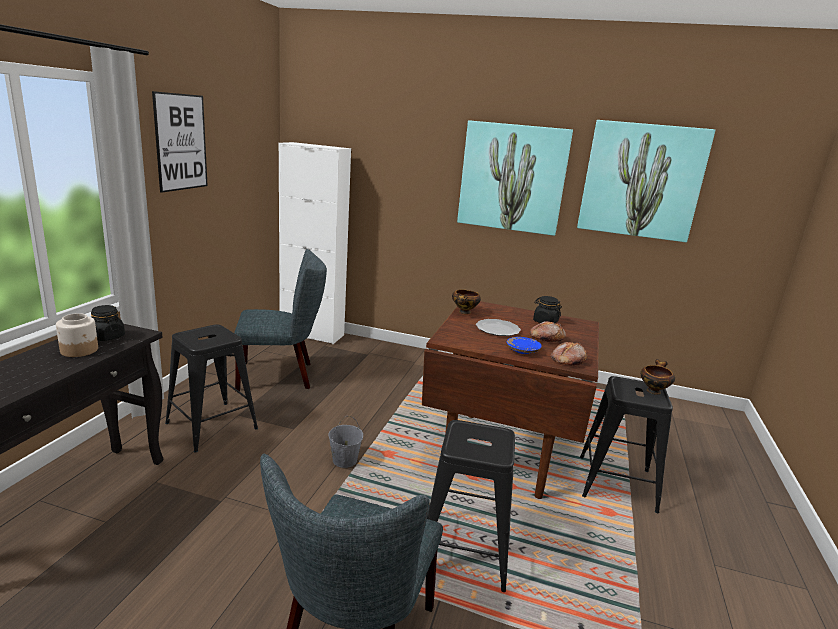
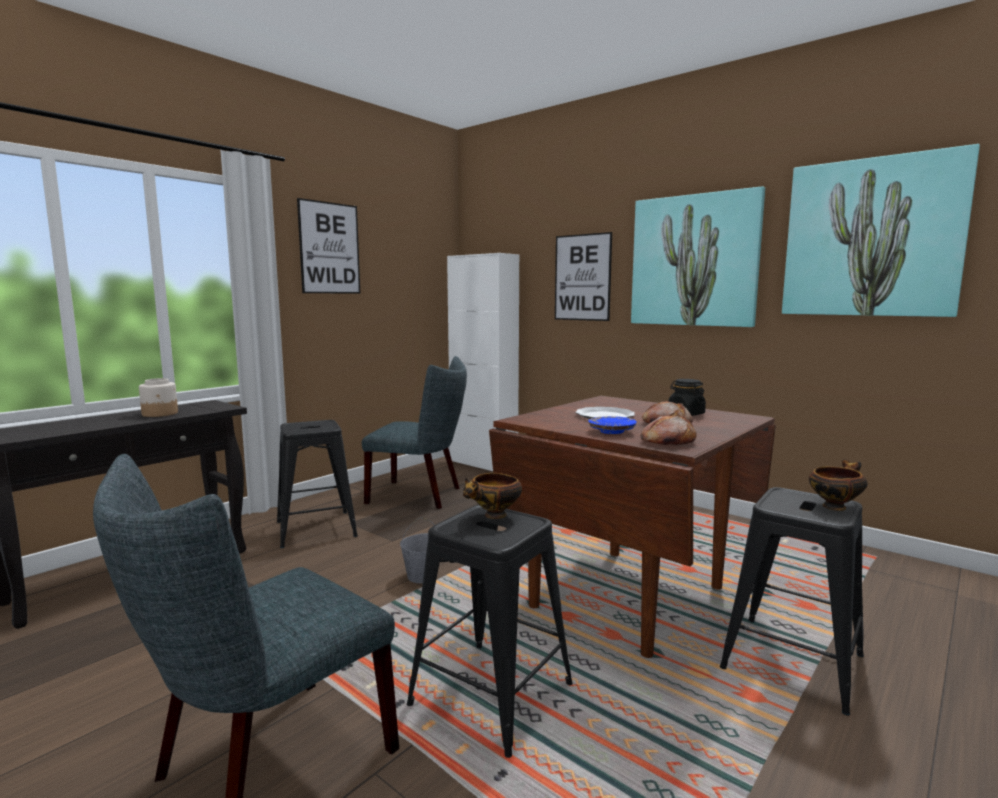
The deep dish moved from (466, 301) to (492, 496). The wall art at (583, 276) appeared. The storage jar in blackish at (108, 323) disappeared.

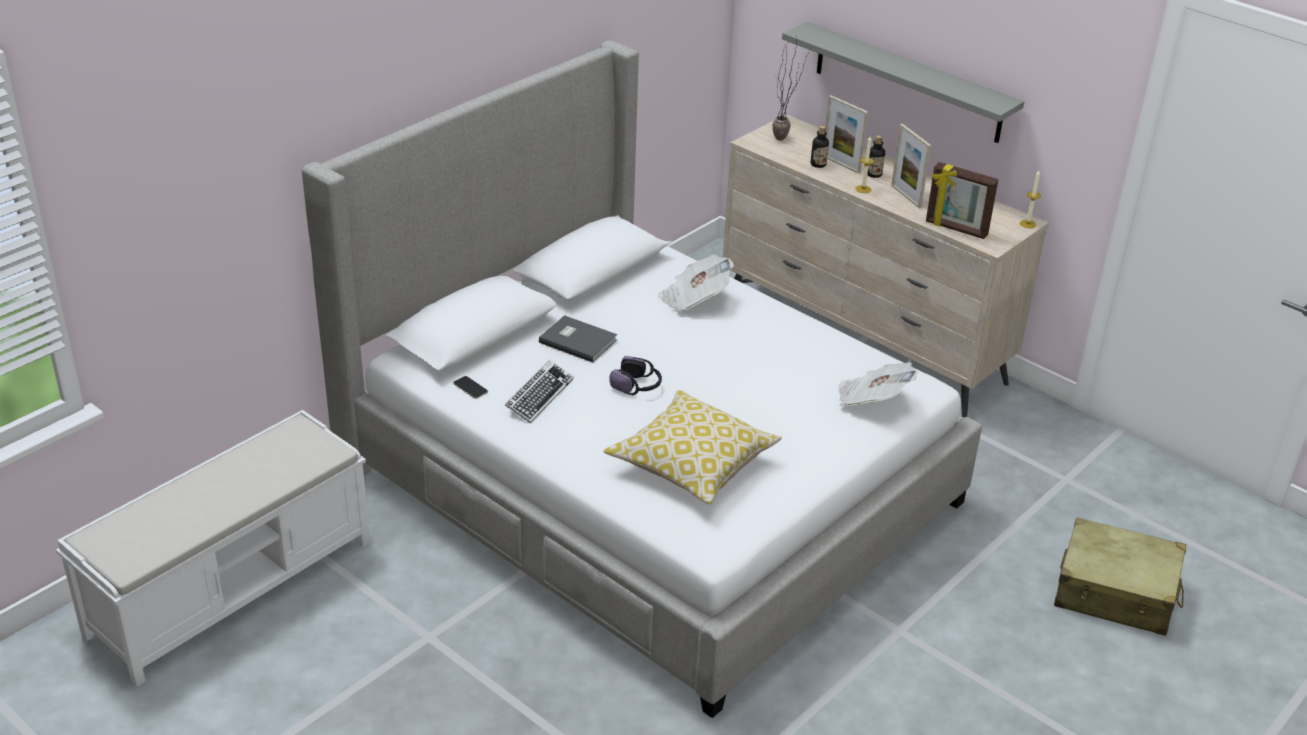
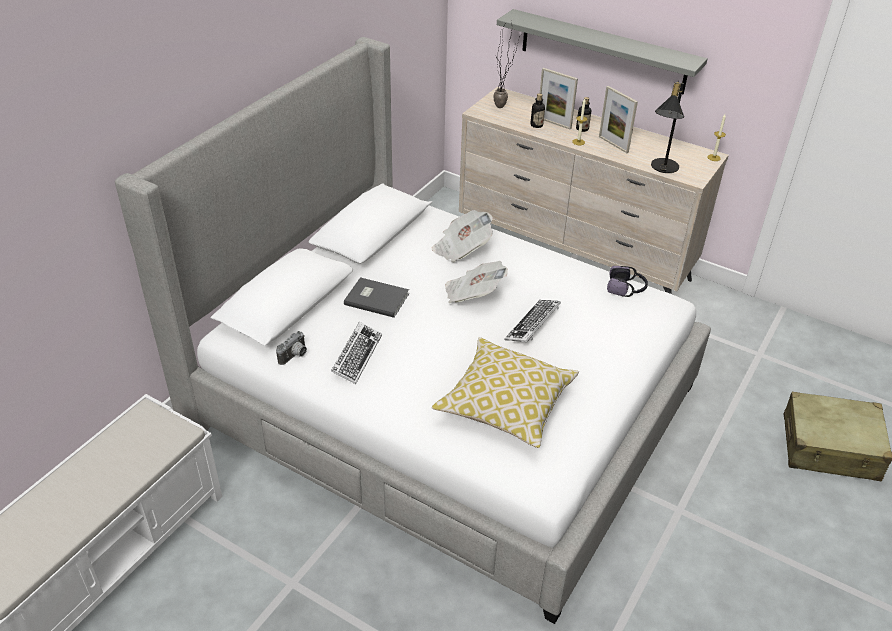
The phone at (470, 387) was replaced by the still camera at (291, 348). The newspaper moved from (877, 384) to (476, 282). The keyboard at (533, 321) appeared. The headset moved from (635, 375) to (627, 281). The photo frame at (962, 200) was replaced by the lamp for a table in blackish at (667, 127).

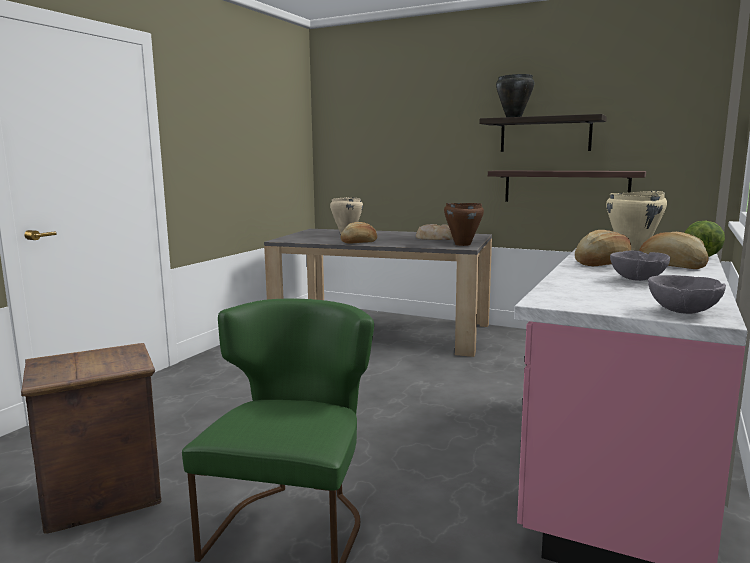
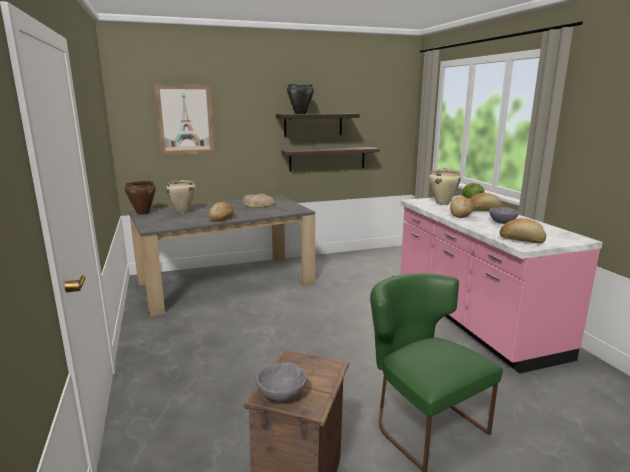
The stockpot in brown-coloured moved from (464, 224) to (140, 198). The wall art at (184, 120) appeared. The deep dish in gray moved from (687, 294) to (281, 382). The bread at (523, 230) appeared.

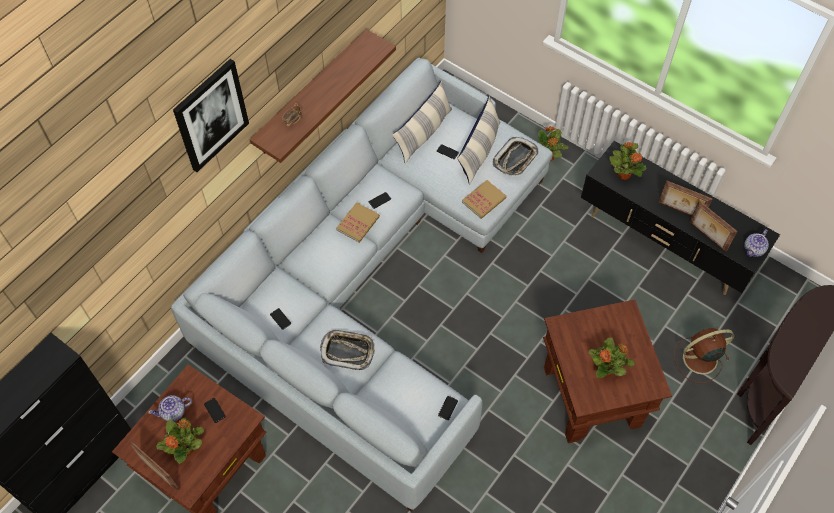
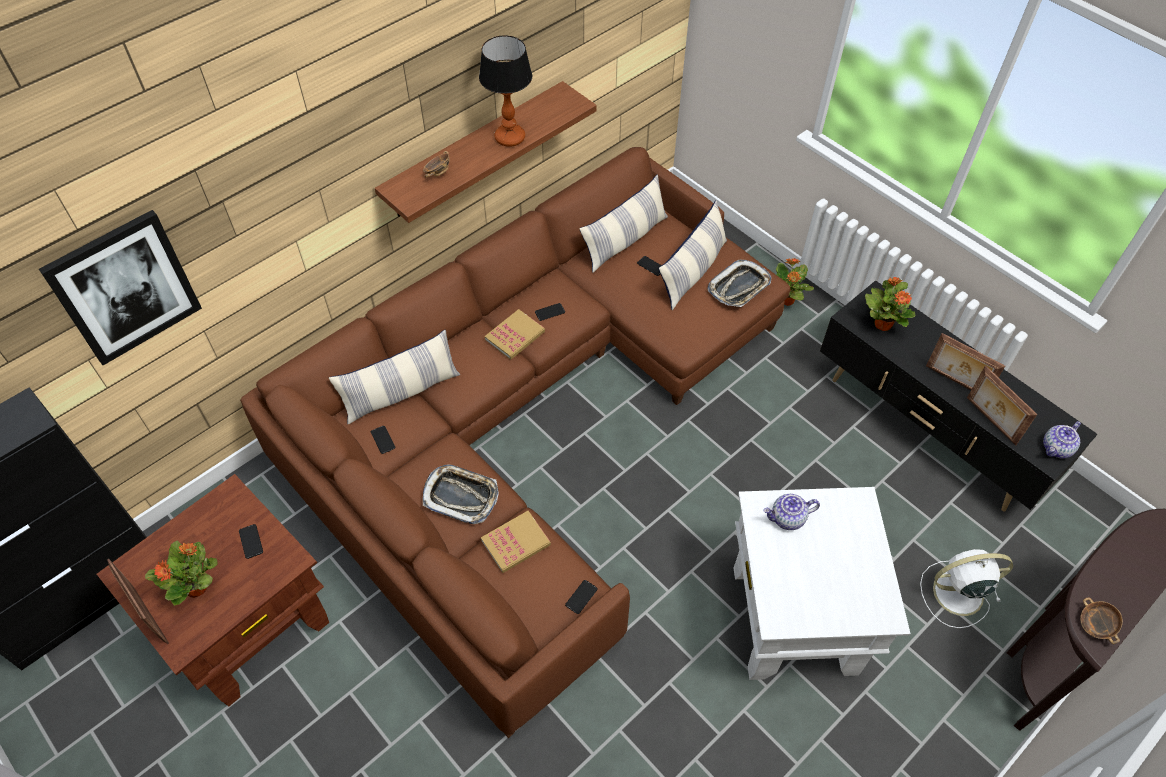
The wall art moved from (211, 115) to (120, 287). The settee in gray at (362, 285) became the settee in brown-coloured at (515, 442). The pillow at (394, 377) appeared. The lamp for a table at (505, 91) appeared. The bound book moved from (484, 199) to (516, 542). The accent table in brown-coloured at (607, 371) became the accent table in white at (822, 583). The teapot moved from (170, 408) to (791, 512). The fan in brown-coloured at (704, 355) became the fan in white at (966, 588). The deep dish at (1101, 620) appeared. The potted plant at (611, 357) disappeared.

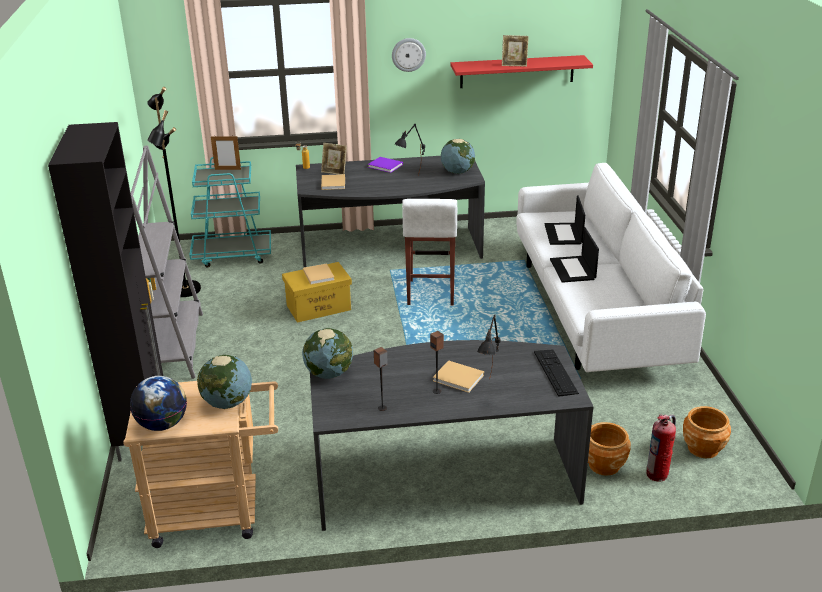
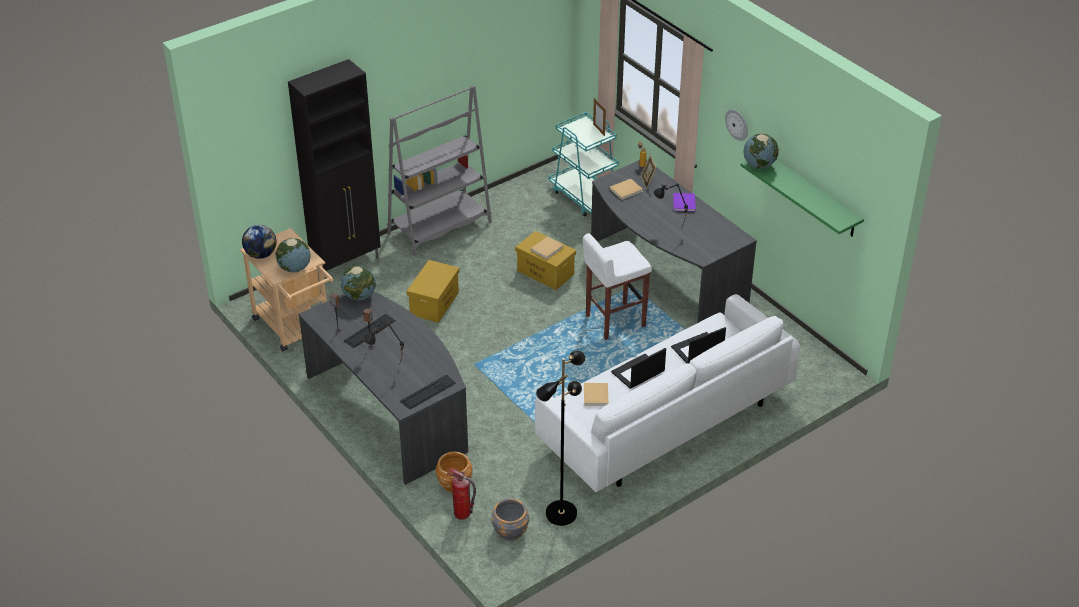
The keyboard at (369, 331) appeared. The storage container in yellow-coloured at (433, 291) appeared. The flower pot in brown-coloured at (707, 432) became the flower pot in gray at (510, 519). The floor lamp in blackish moved from (174, 192) to (560, 438). The bound book in beige-coloured moved from (458, 376) to (596, 394). The wall shelf in red at (521, 71) became the wall shelf in green-coloured at (802, 198). The globe moved from (458, 156) to (761, 151). The photo frame at (515, 51) disappeared.

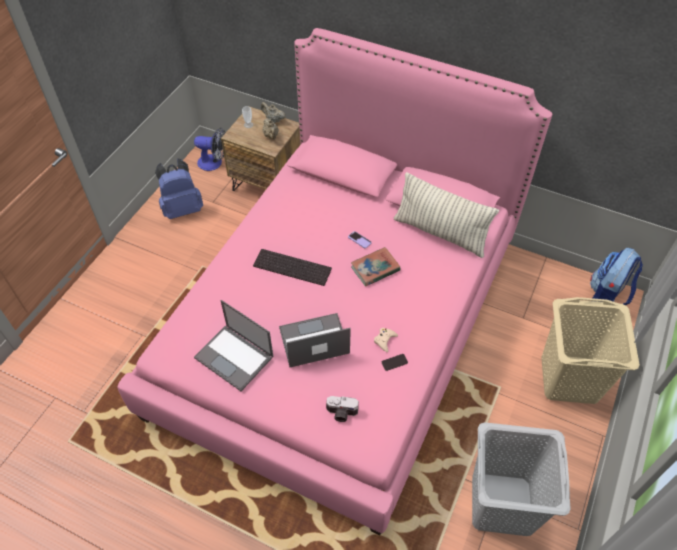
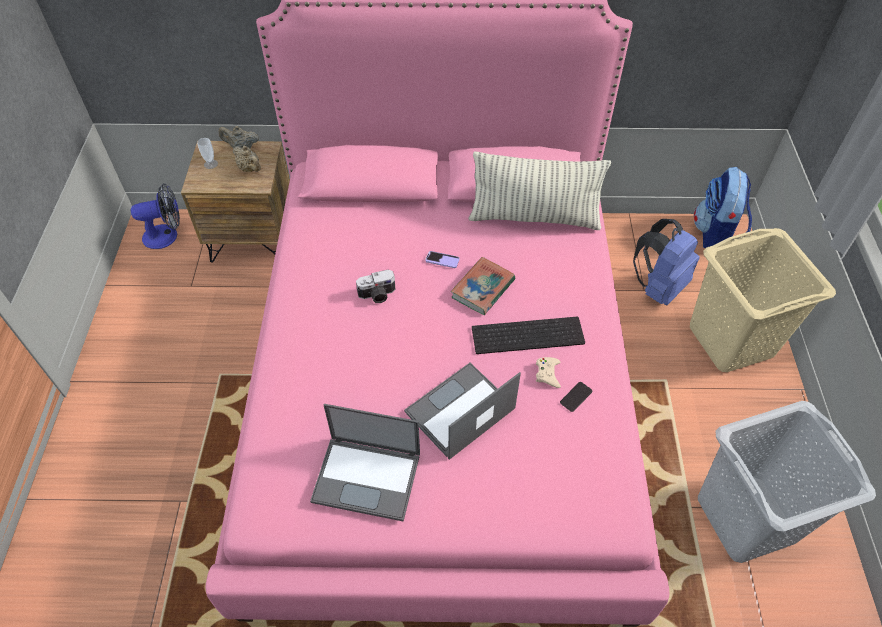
The still camera moved from (342, 409) to (375, 286). The keyboard moved from (292, 267) to (528, 335). The backpack in blue-coloured moved from (179, 188) to (666, 262).

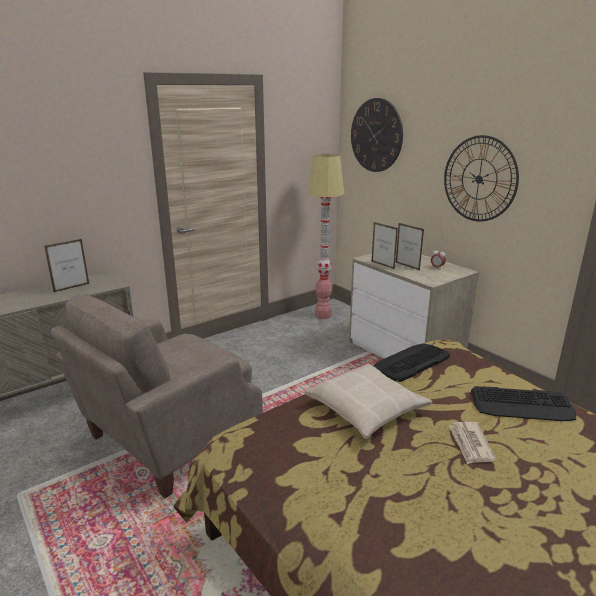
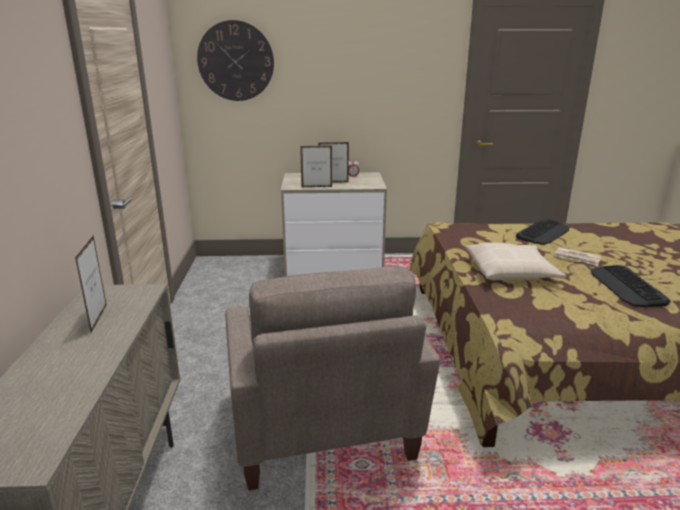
The keyboard moved from (411, 362) to (630, 286). The floor lamp at (326, 236) disappeared. The wall clock at (481, 178) disappeared.

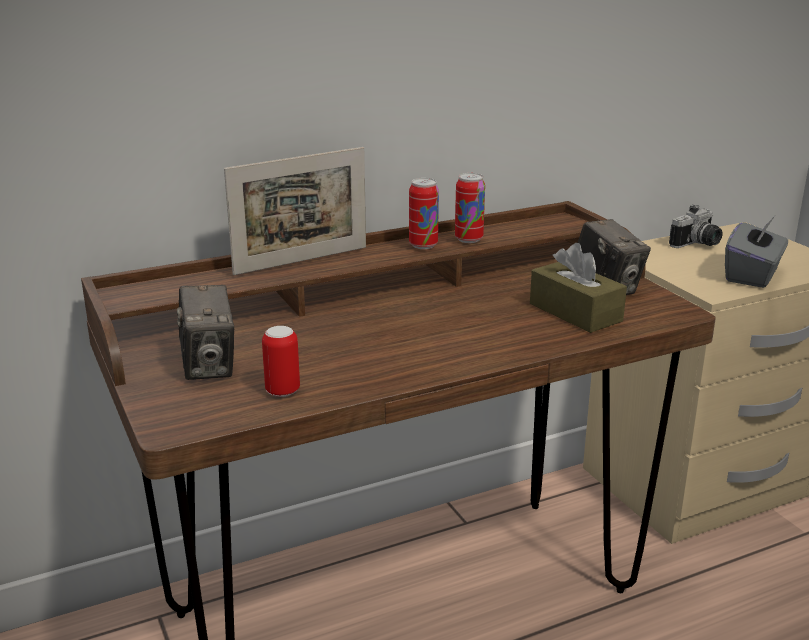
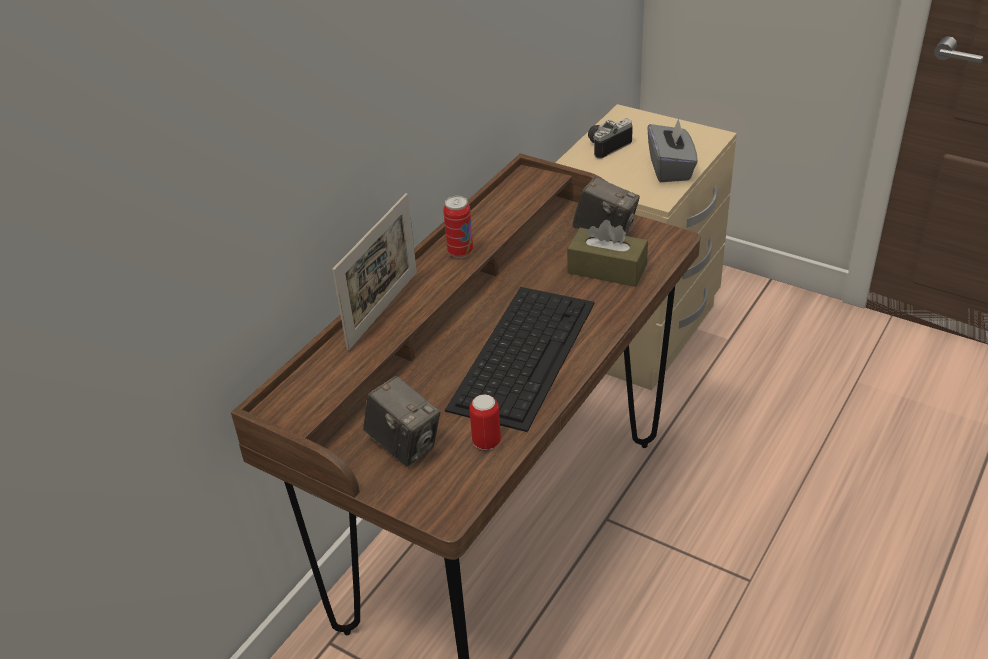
The keyboard at (520, 359) appeared. The still camera at (696, 226) turned 150 degrees counterclockwise. The metal can at (470, 208) disappeared.

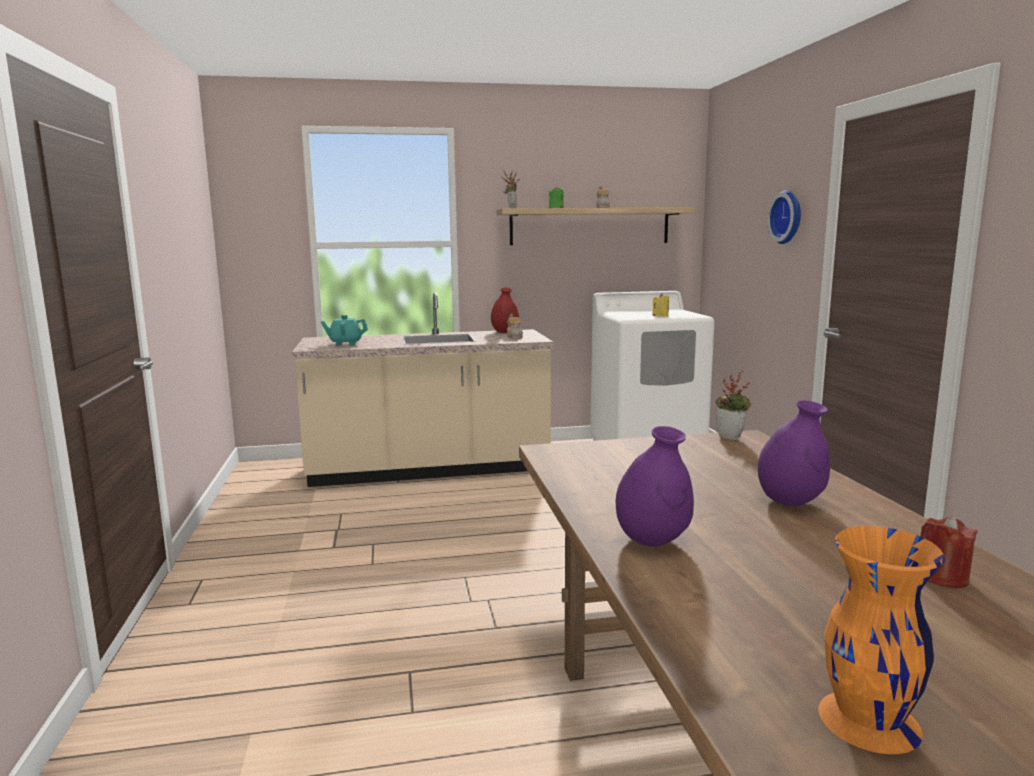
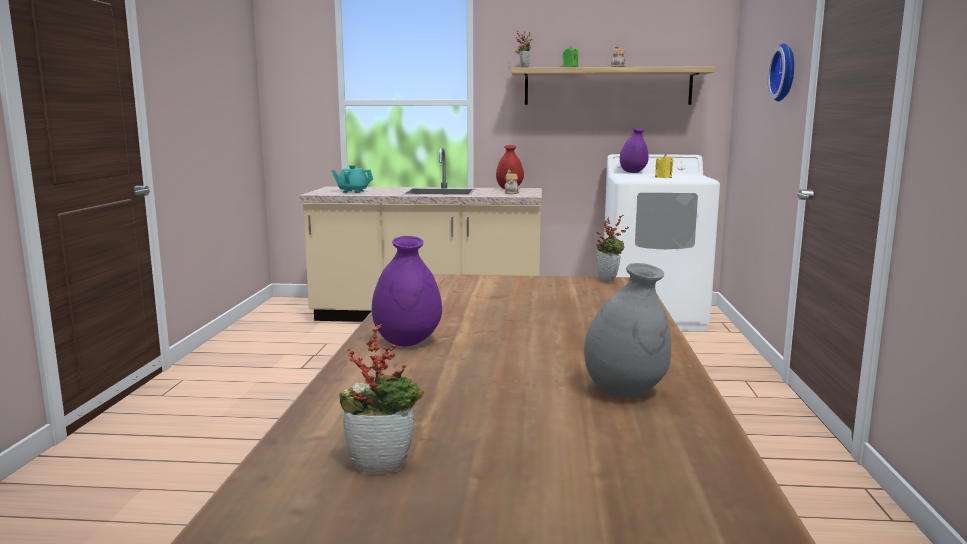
The vase in orange-coloured at (881, 640) was replaced by the potted plant at (381, 399). The candle in red at (949, 552) was replaced by the vase in gray at (627, 330). The vase in purple-coloured moved from (794, 453) to (634, 150).

